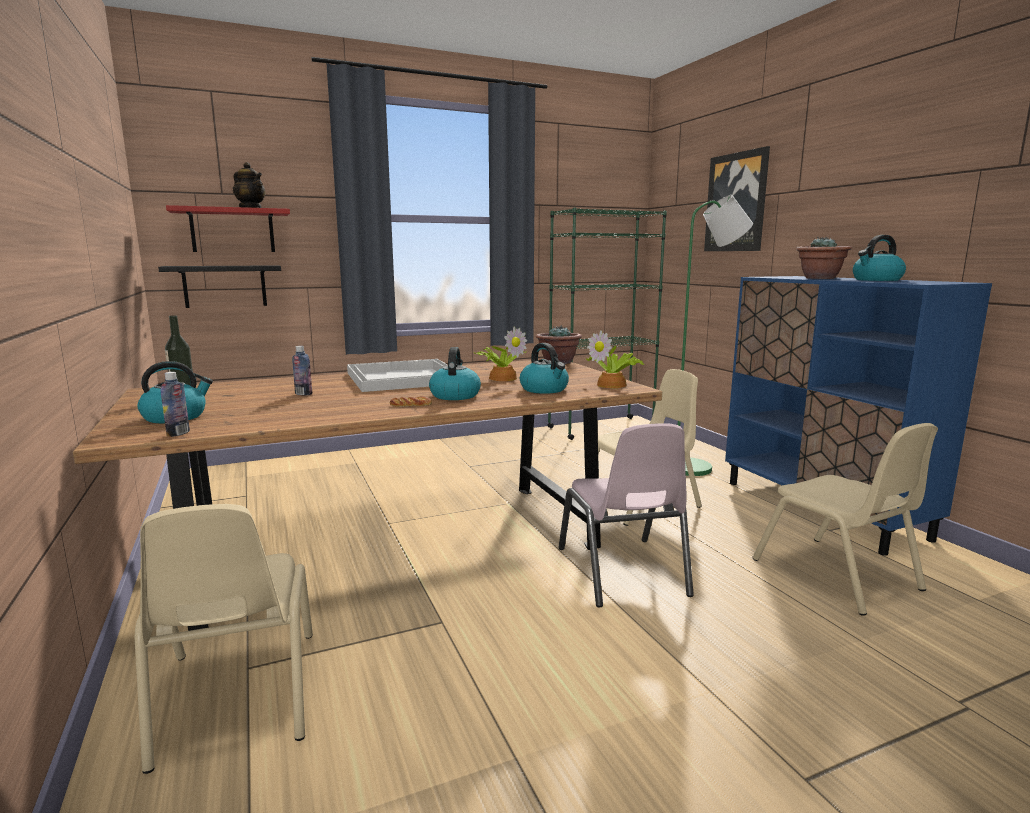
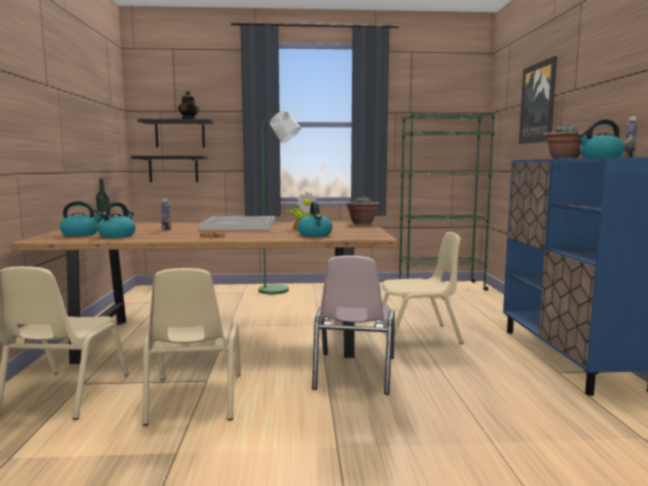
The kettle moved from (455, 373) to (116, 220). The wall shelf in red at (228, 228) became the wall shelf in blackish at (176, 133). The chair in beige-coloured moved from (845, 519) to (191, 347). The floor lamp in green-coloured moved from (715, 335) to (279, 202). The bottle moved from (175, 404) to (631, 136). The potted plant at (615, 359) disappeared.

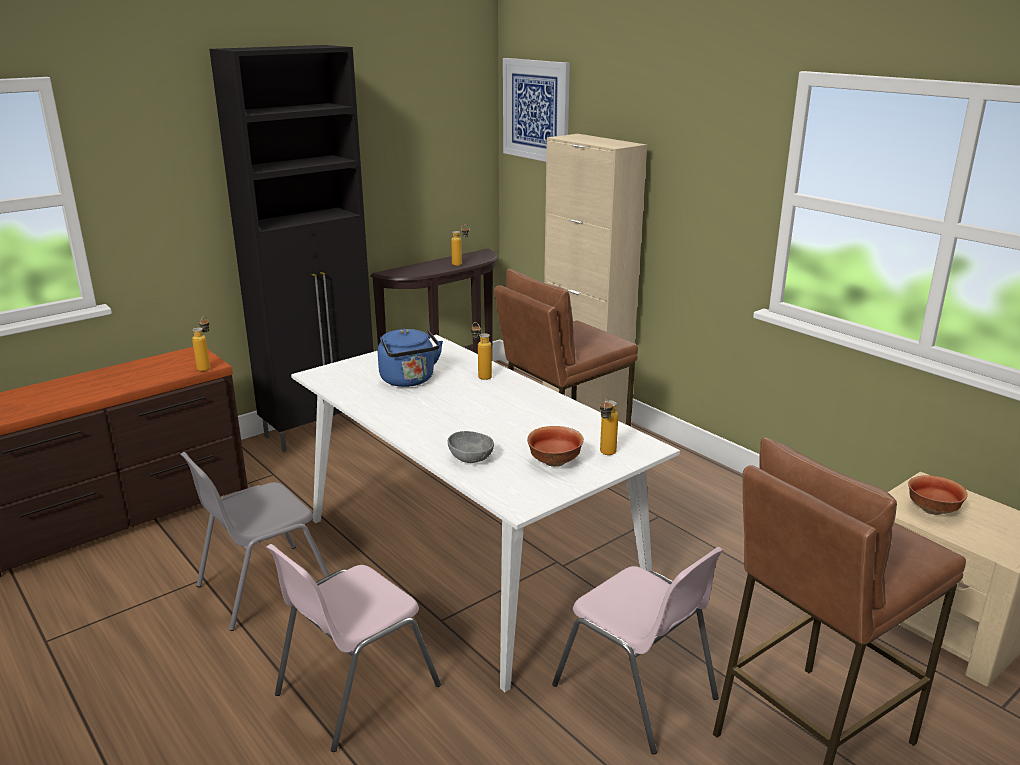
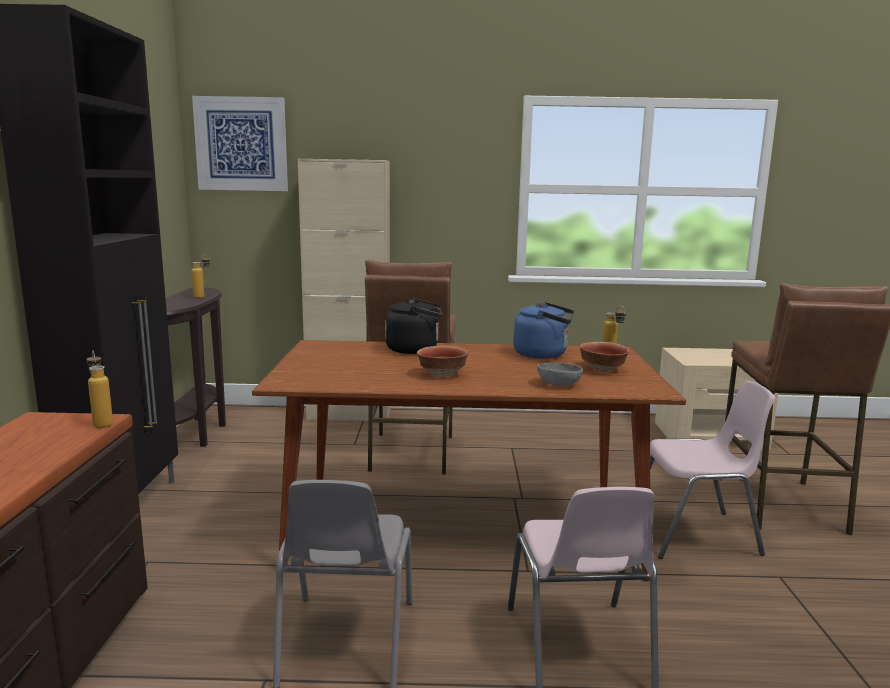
The dinner table in white at (485, 513) became the dinner table in brown-coloured at (469, 460). The bottle at (481, 351) was replaced by the kettle in blackish at (414, 326). The deep dish moved from (938, 495) to (443, 361). The kettle in blue-coloured moved from (410, 358) to (543, 330).

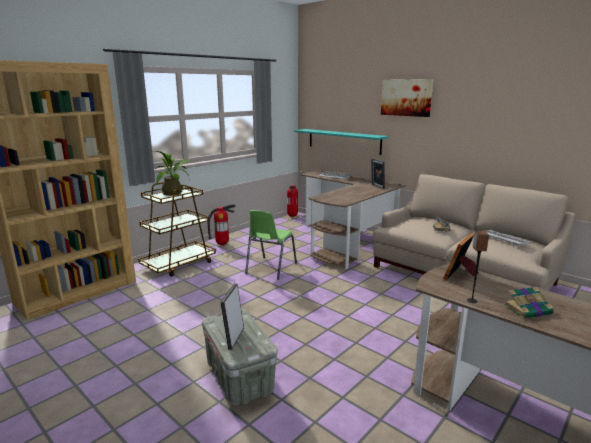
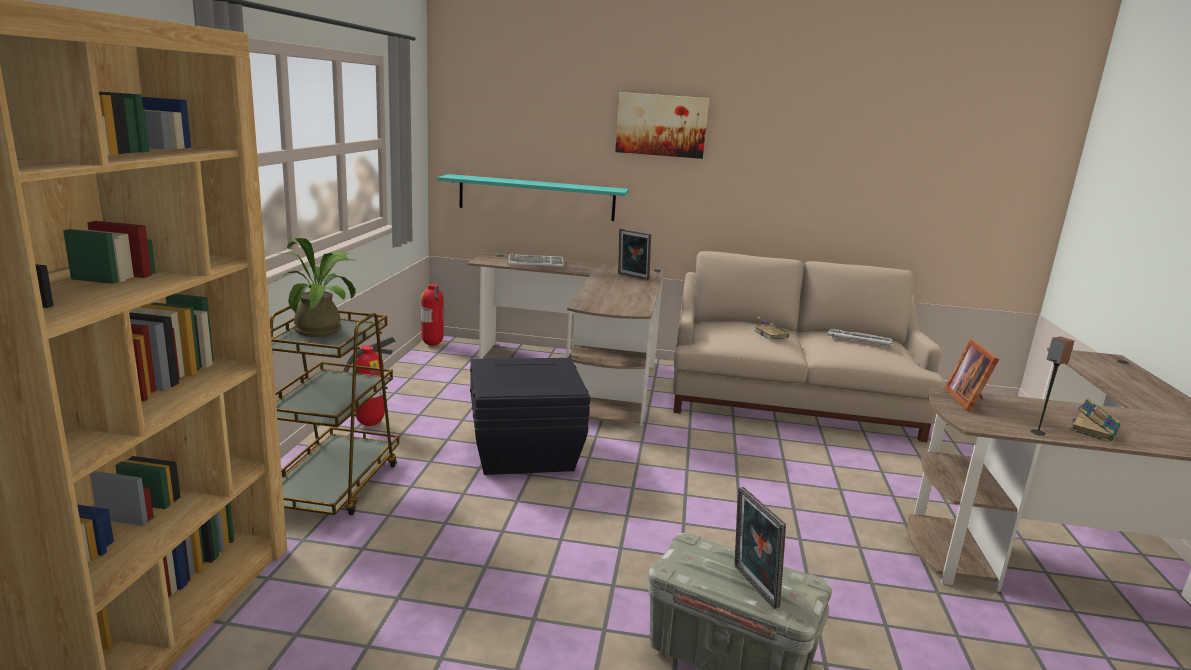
The chair in green-coloured at (271, 245) was replaced by the storage container in blackish at (530, 416).

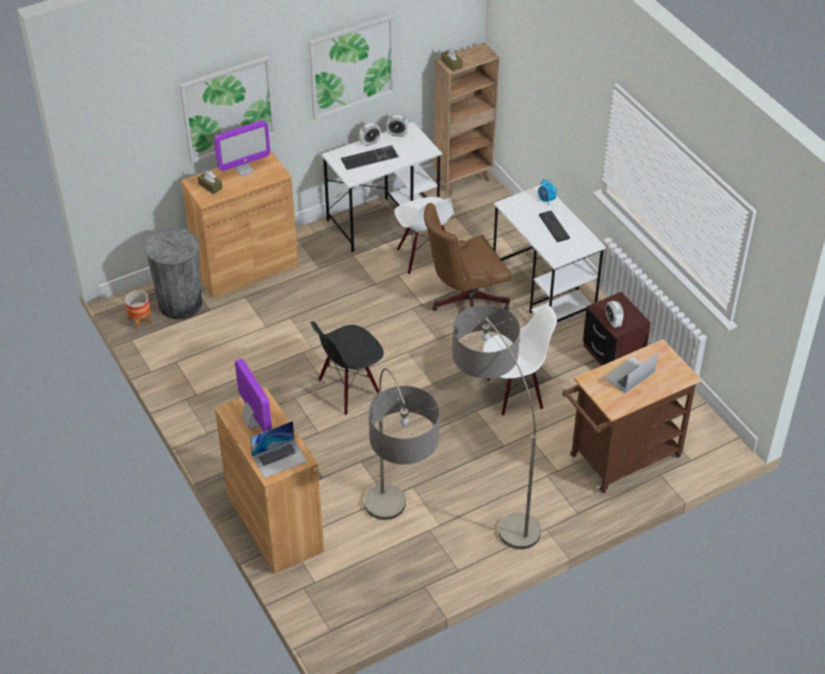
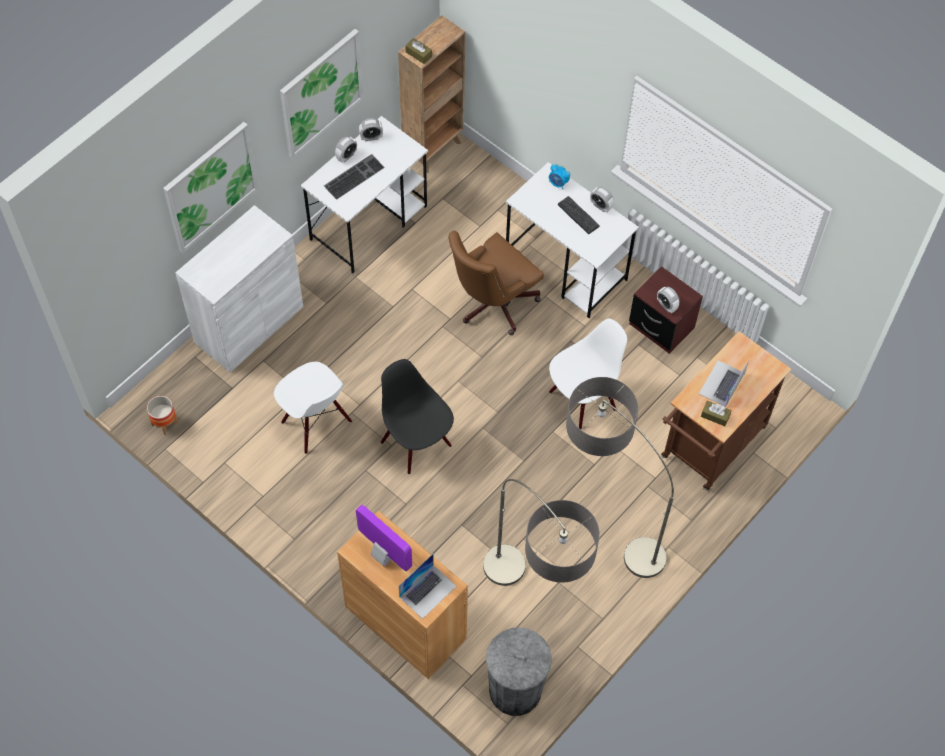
The cupboard in brown-coloured at (239, 224) became the cupboard in white at (239, 288). The chair in white moved from (424, 235) to (313, 408). The chair in blackish at (347, 368) turned 105 degrees clockwise. The waste bin in gray moved from (173, 273) to (519, 672). The alarm clock at (602, 200) appeared. The box of tissues in brown-coloured moved from (210, 182) to (716, 413). The computer screen at (242, 148) disappeared.

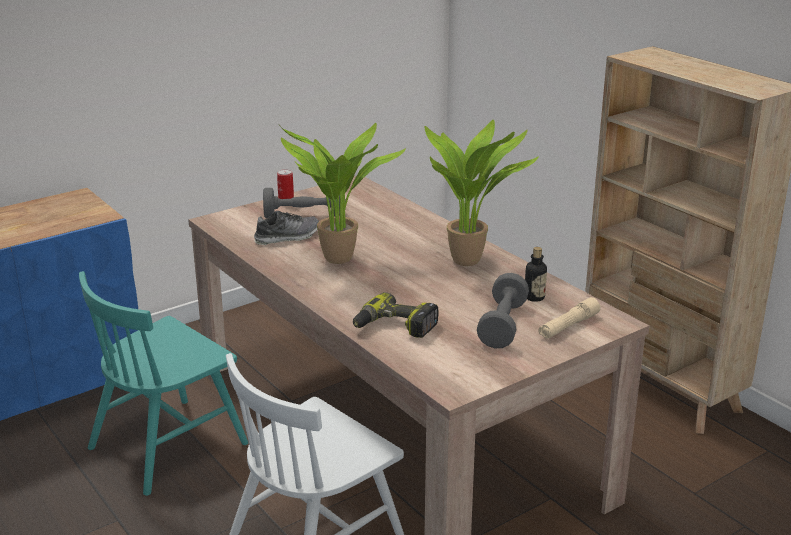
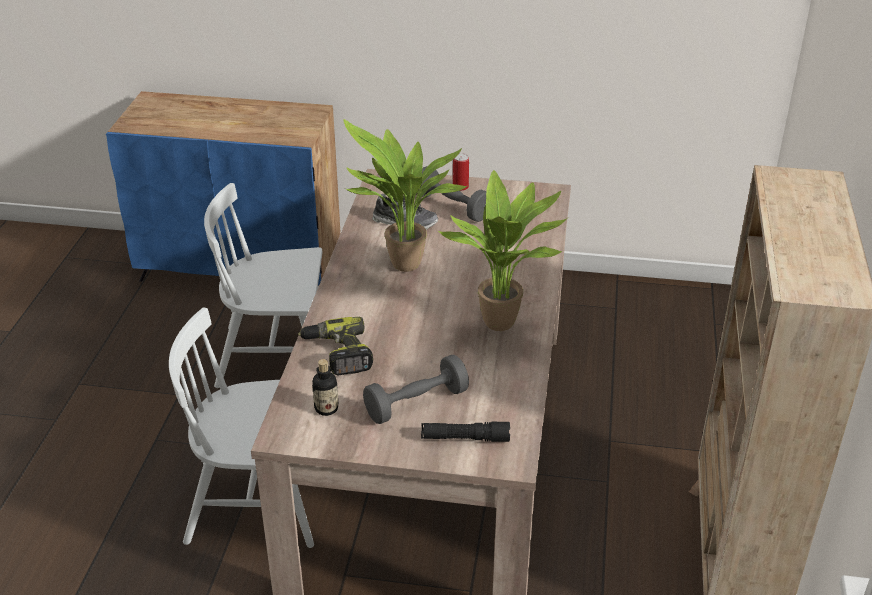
The chair in turquoise at (163, 383) became the chair in white at (263, 285). The bottle moved from (536, 274) to (325, 387). The flashlight in beige-coloured at (570, 318) became the flashlight in blackish at (465, 432).

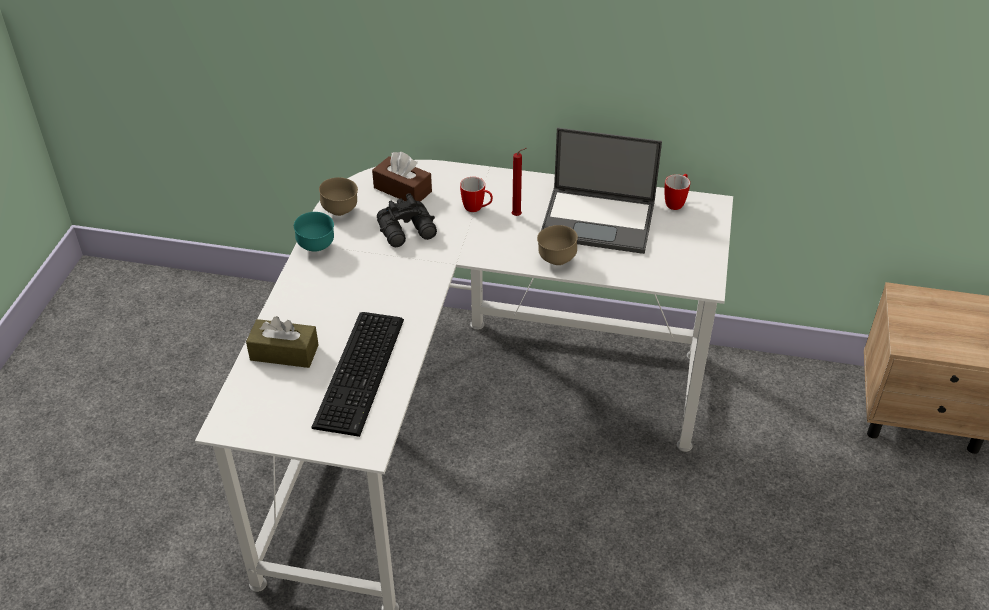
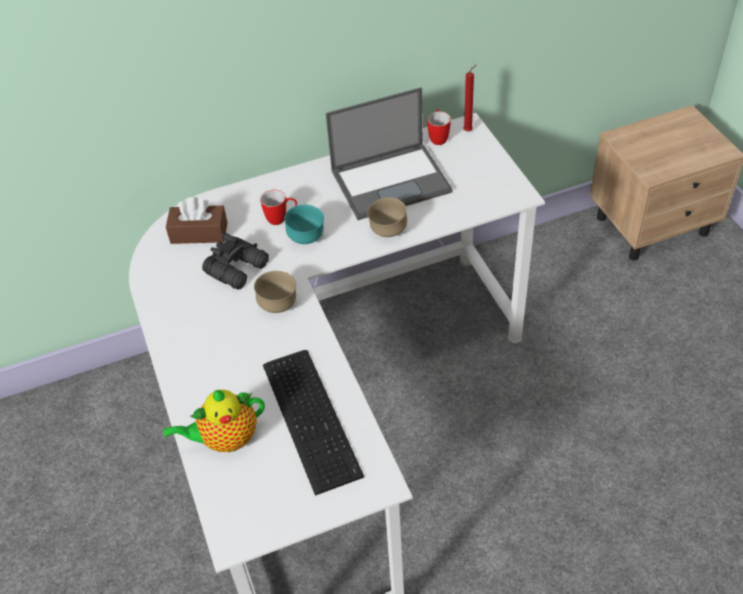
The box of tissues in brown-coloured at (282, 342) was replaced by the teapot at (214, 421). The deep dish in brown-coloured moved from (338, 196) to (275, 292). The deep dish in turquoise moved from (314, 232) to (304, 224). The candle in red moved from (519, 182) to (470, 98).

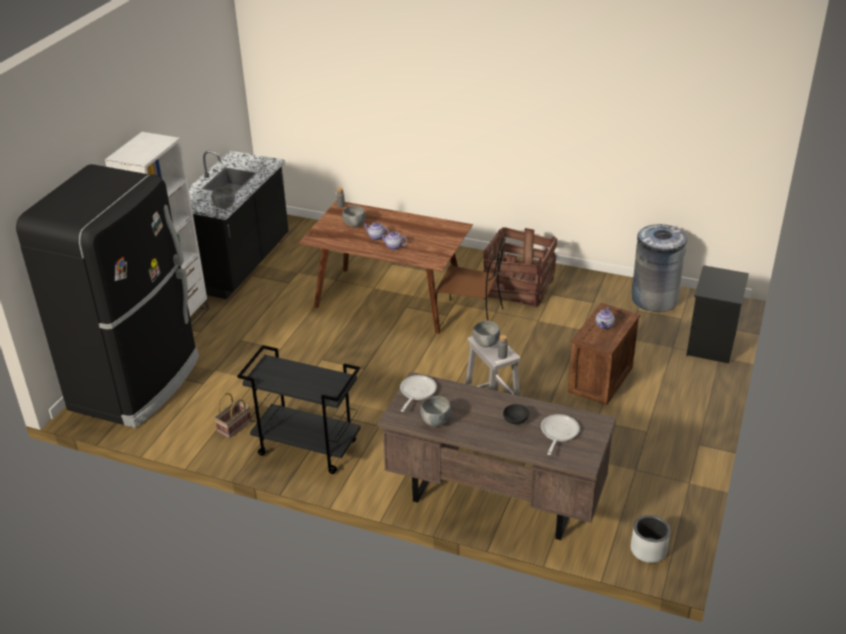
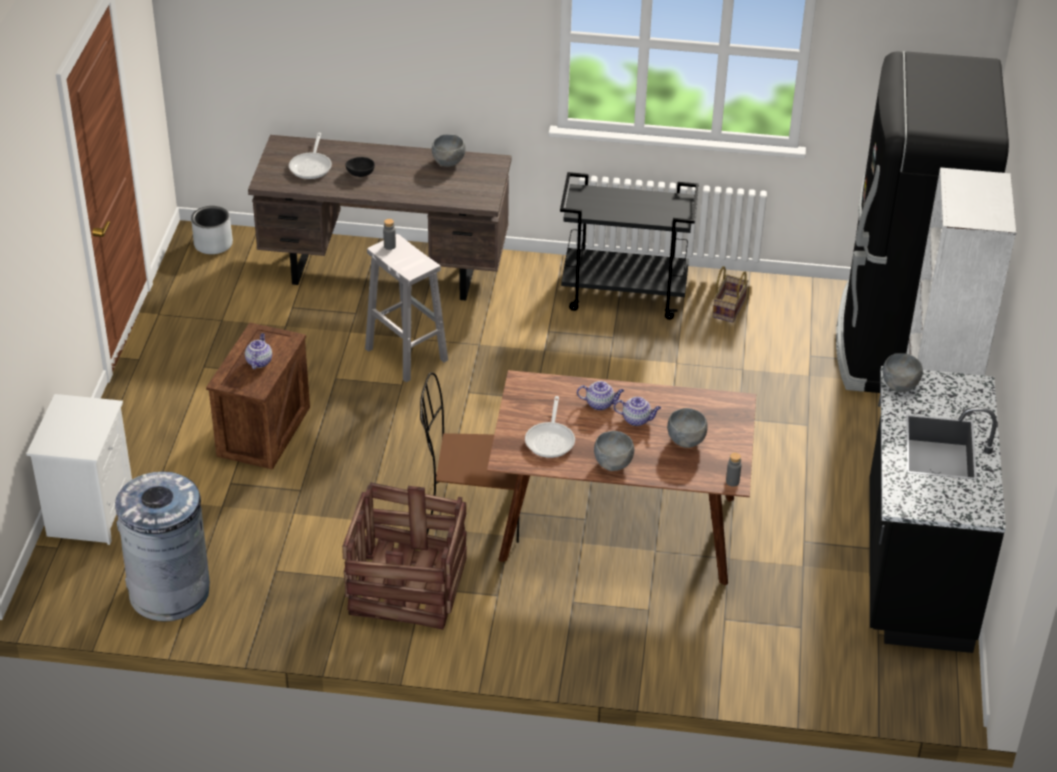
The nightstand in blackish at (717, 314) became the nightstand in white at (79, 469). The skillet moved from (418, 393) to (550, 427). The deep dish in gray moved from (486, 334) to (614, 451).

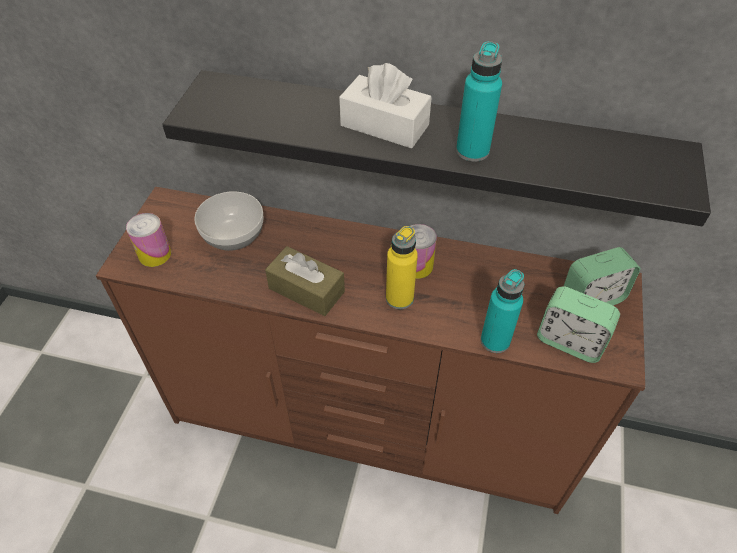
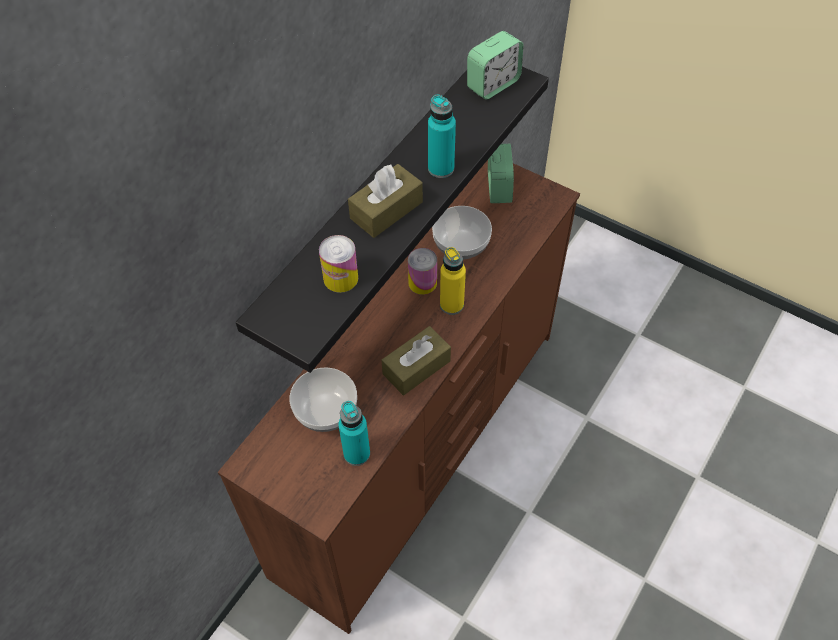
The metal can moved from (148, 240) to (338, 264). The bottle in turquoise moved from (502, 311) to (354, 433). The box of tissues in white at (385, 106) became the box of tissues in brown-coloured at (385, 201). The deep dish at (462, 232) appeared. The alarm clock moved from (578, 324) to (495, 65).

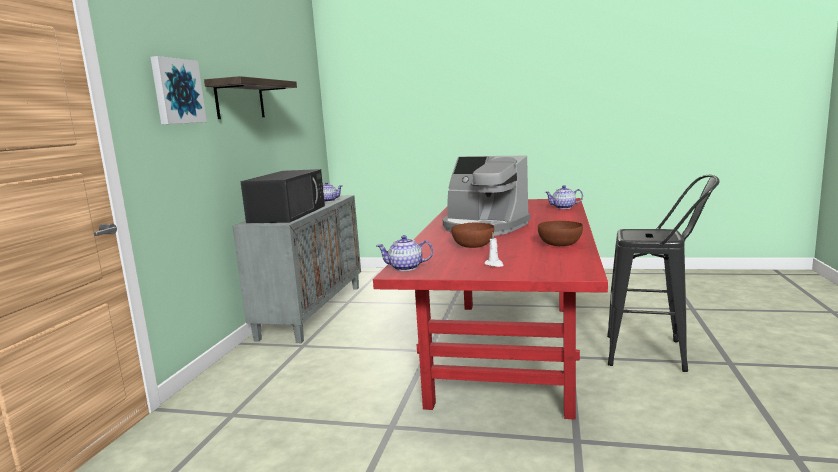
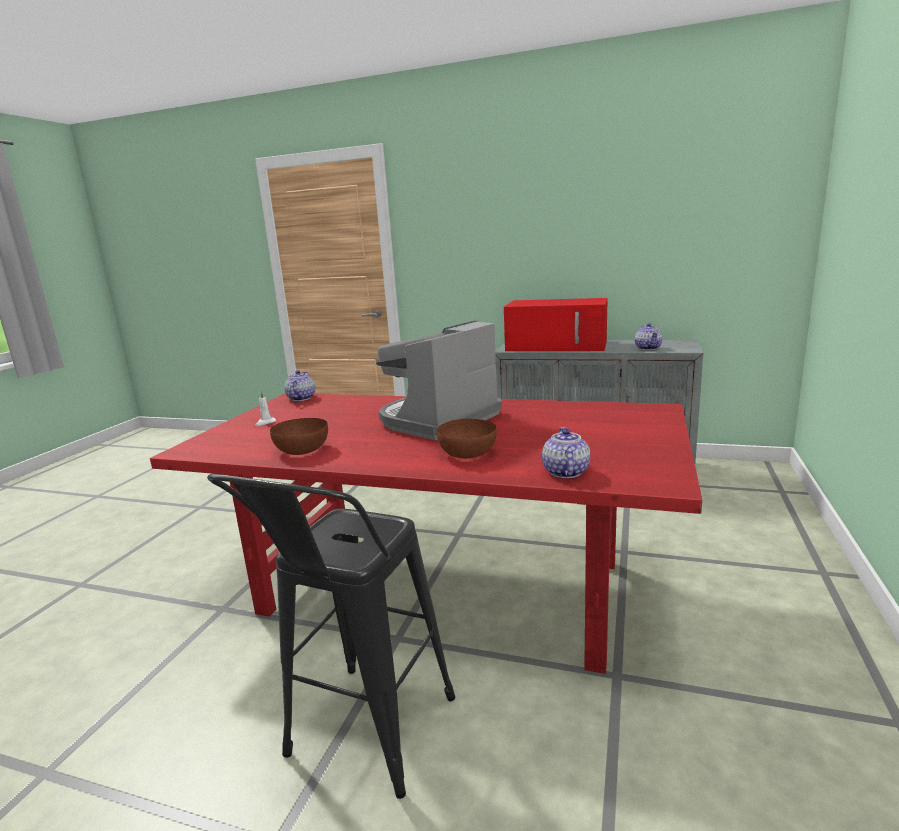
The deep dish in brown-coloured moved from (472, 235) to (467, 439). The microwave in blackish at (283, 196) became the microwave in red at (556, 324). The wall art at (178, 90) disappeared. The wall shelf at (250, 97) disappeared.

